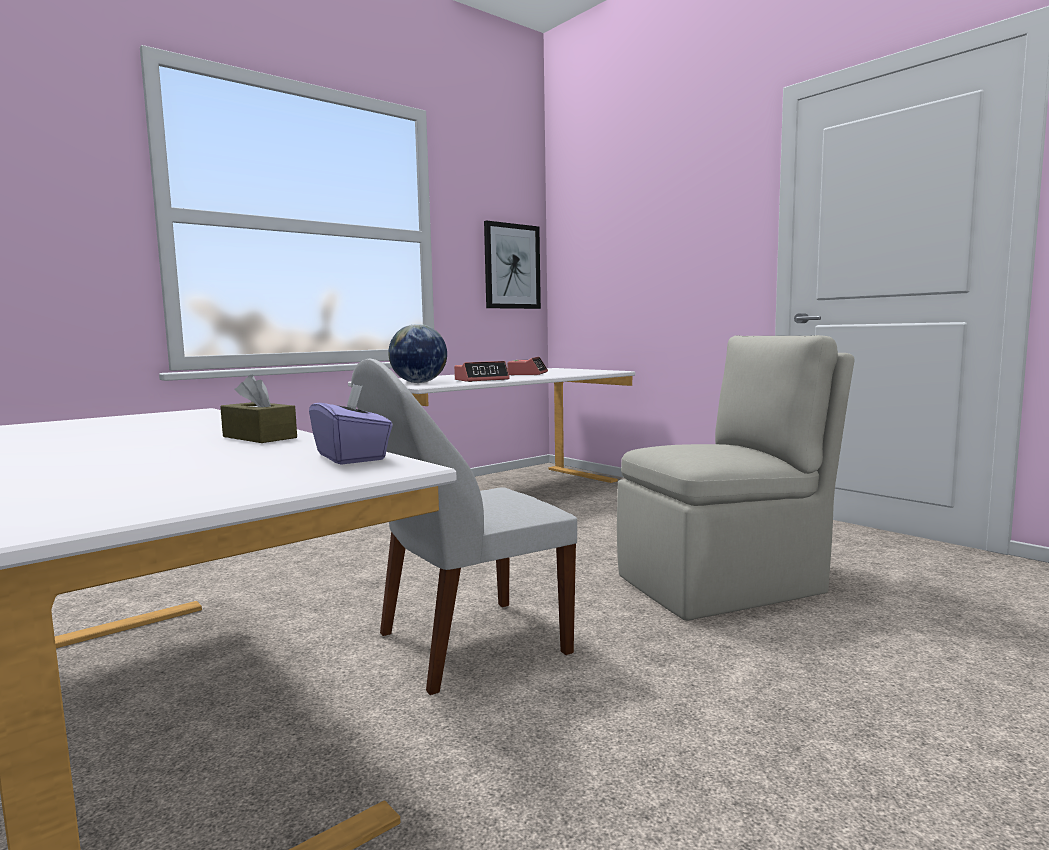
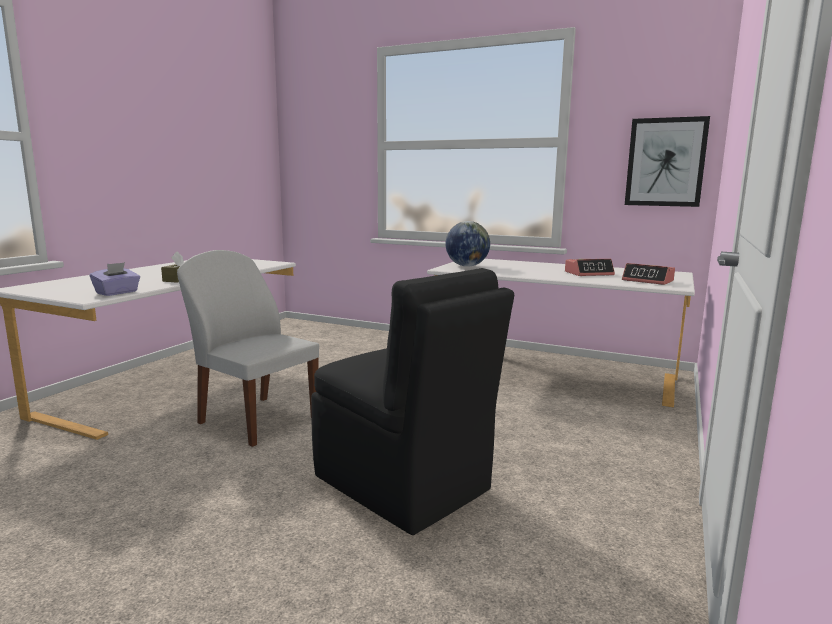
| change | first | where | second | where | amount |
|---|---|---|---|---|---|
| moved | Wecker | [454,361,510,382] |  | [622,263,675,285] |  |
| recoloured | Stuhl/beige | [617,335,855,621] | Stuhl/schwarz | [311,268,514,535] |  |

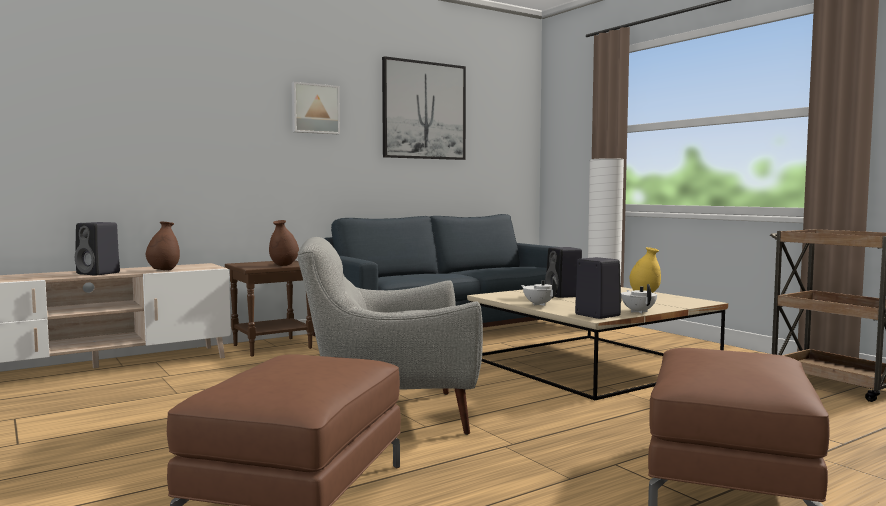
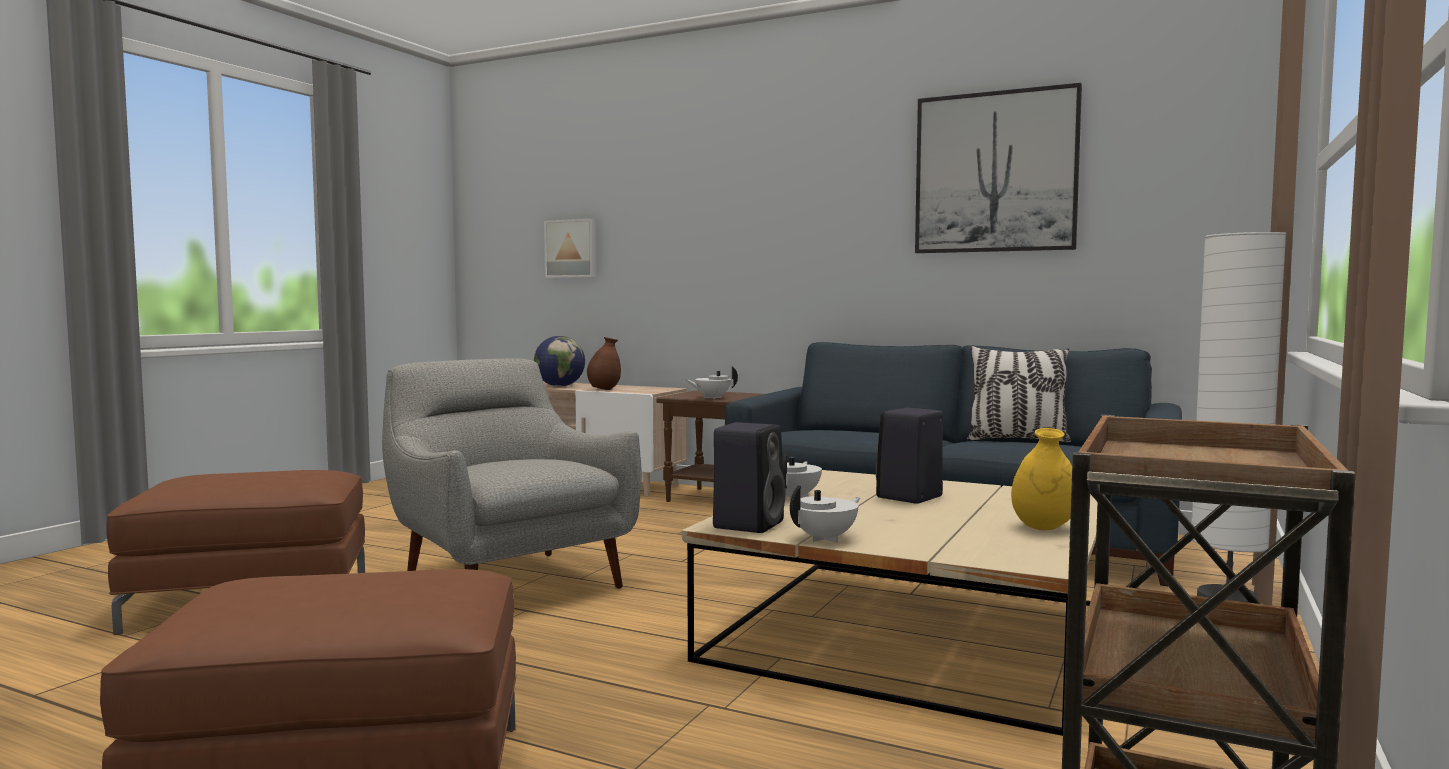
| change | first | where | second | where | amount |
|---|---|---|---|---|---|
| added |  |  | Kissen | [967,346,1071,442] |  |
| moved | Bild | [292,82,340,134] |  | [544,218,596,278] |  |
| replaced | Lautsprecher/schwarz | [75,222,120,276] | Globus | [534,336,585,387] |  |
| replaced | Vase/braun | [269,220,299,266] | Teekanne/weiß | [686,367,738,399] |  |

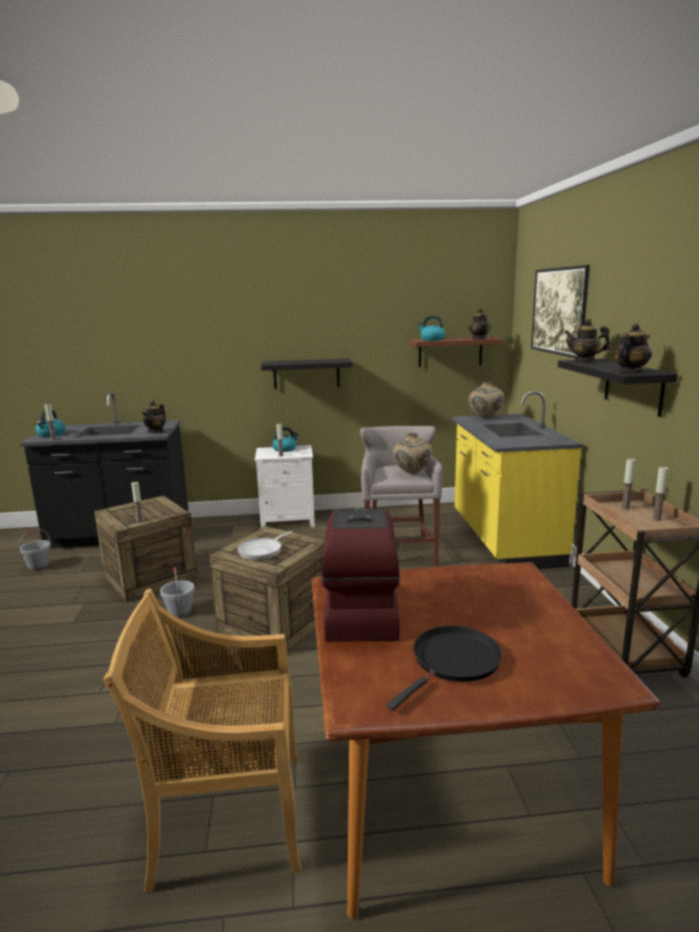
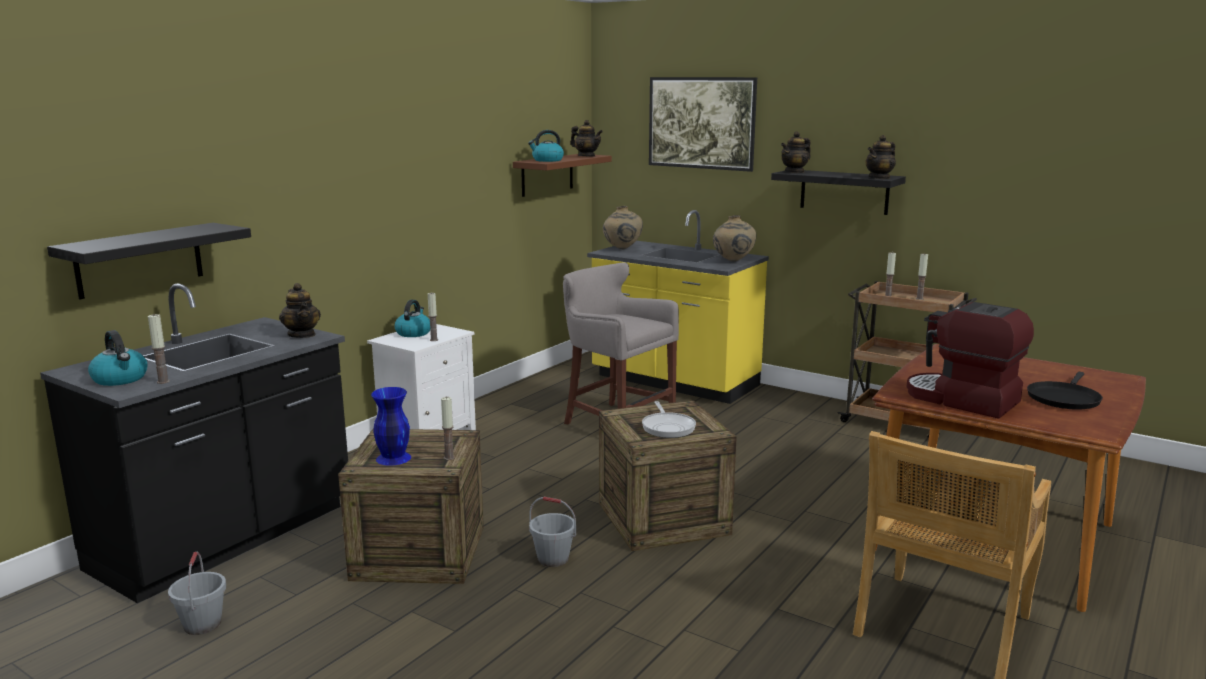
| change | first | where | second | where | amount |
|---|---|---|---|---|---|
| added |  |  | Vase/blau | [371,387,411,466] |  |
| moved | Wandregal/schwarz | [261,359,353,389] |  | [47,223,251,299] |  |
| moved | Vase/beige | [392,433,432,474] |  | [713,215,757,262] |  |
| turned | Pfanne/schwarz | [387,626,502,711] |  | [1027,372,1103,410] | 135 degrees counterclockwise |
| turned | Teekanne | [614,323,652,373] |  | [866,135,896,179] | 135 degrees counterclockwise |

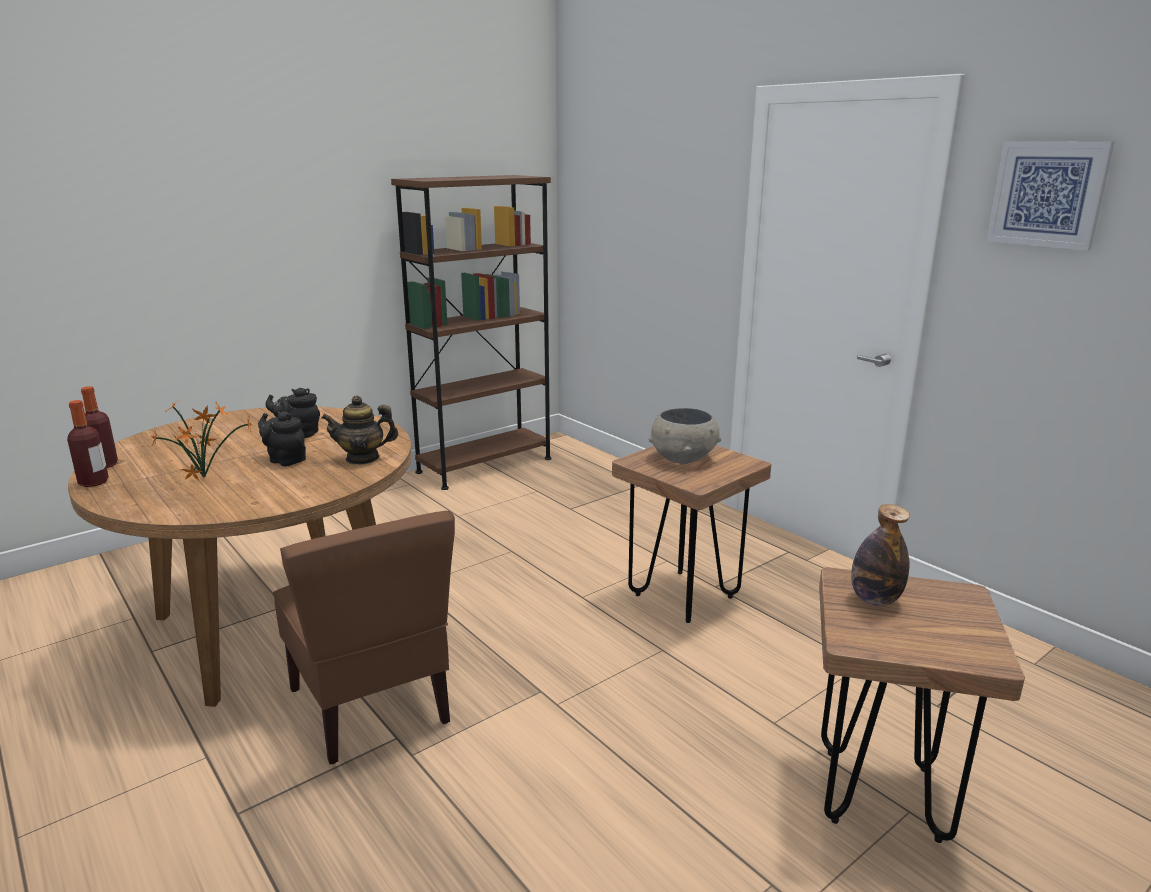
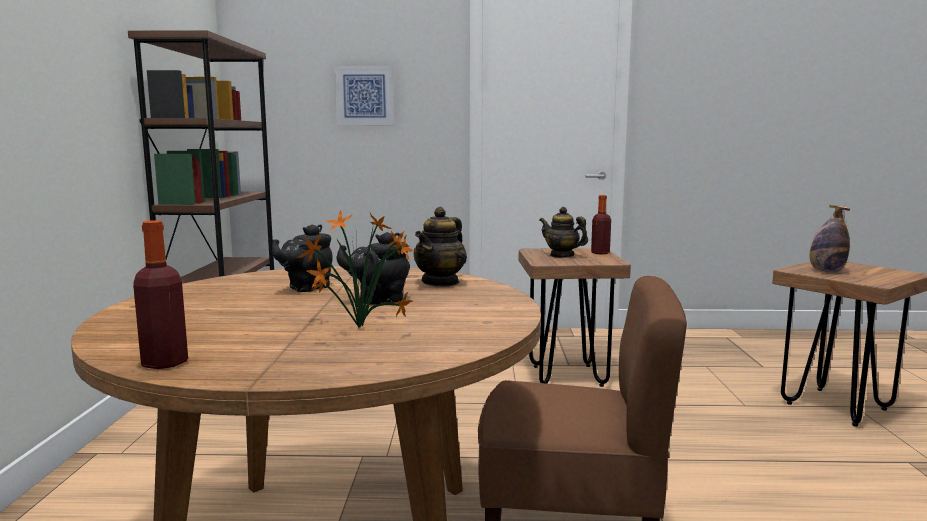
| change | first | where | second | where | amount |
|---|---|---|---|---|---|
| moved | Flasche | [67,400,109,487] |  | [591,195,611,255] |  |
| moved | Bild | [986,141,1115,250] |  | [334,66,394,125] |  |
| replaced | Schüssel/grau | [649,408,721,464] | Teekanne | [539,207,588,258] |  |

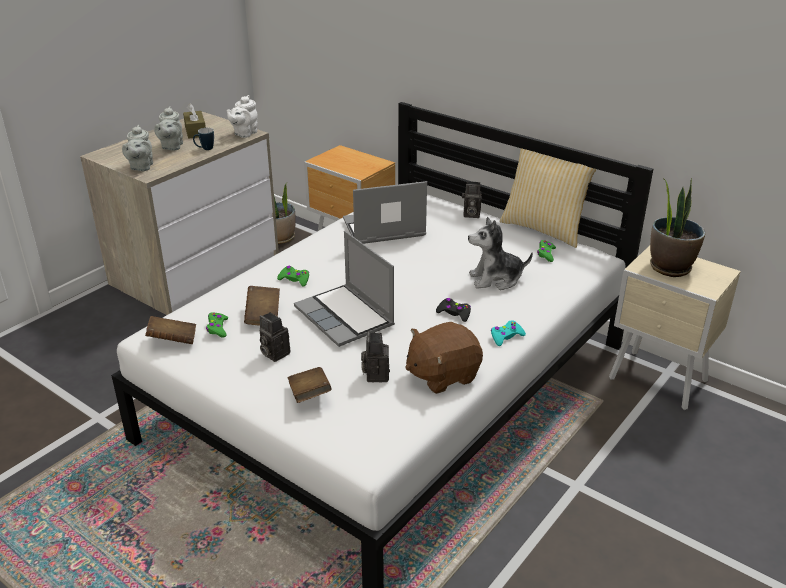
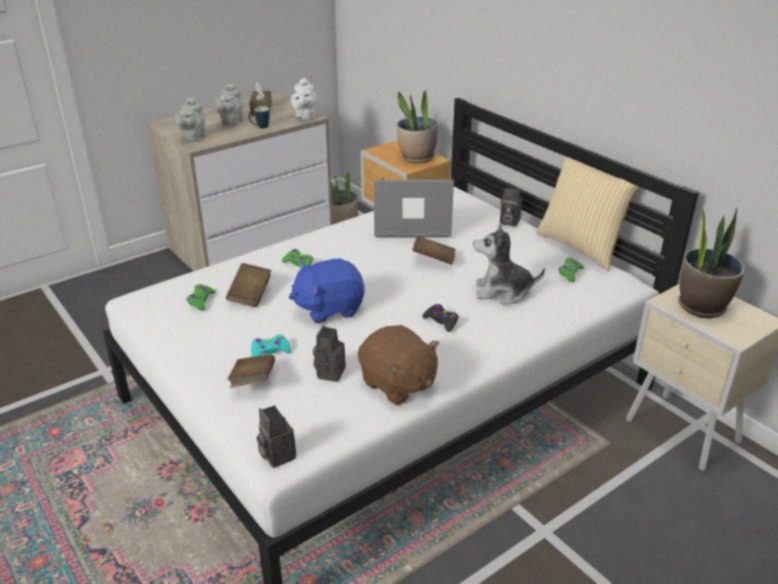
| change | first | where | second | where | amount |
|---|---|---|---|---|---|
| added |  |  | Topfpflanze | [397,90,438,163] |  |
| moved | Buch/braun | [145,316,196,344] |  | [413,236,455,265] |  |
| moved | Kamera | [260,312,290,362] |  | [257,405,296,468] |  |
| moved | Gamepad/türkis | [491,320,526,346] |  | [251,335,291,357] |  |
| replaced | Laptop | [294,231,395,347] | Plüschtier/blau | [289,258,365,323] |  |
| turned | Teekanne/weiß | [227,95,258,138] |  | [291,77,317,120] | 45 degrees counterclockwise |
| turned | Plüschtier/braun | [405,322,483,394] |  | [358,325,439,405] | 120 degrees counterclockwise |

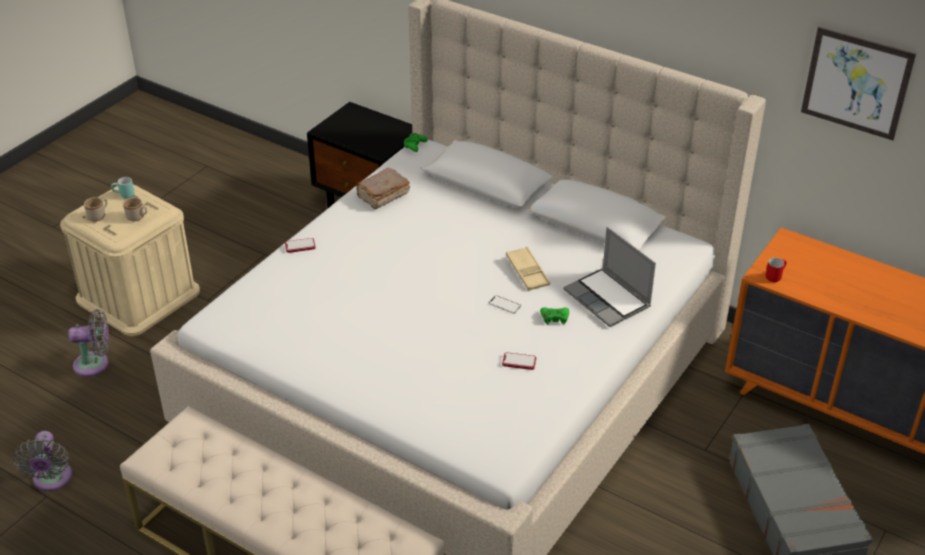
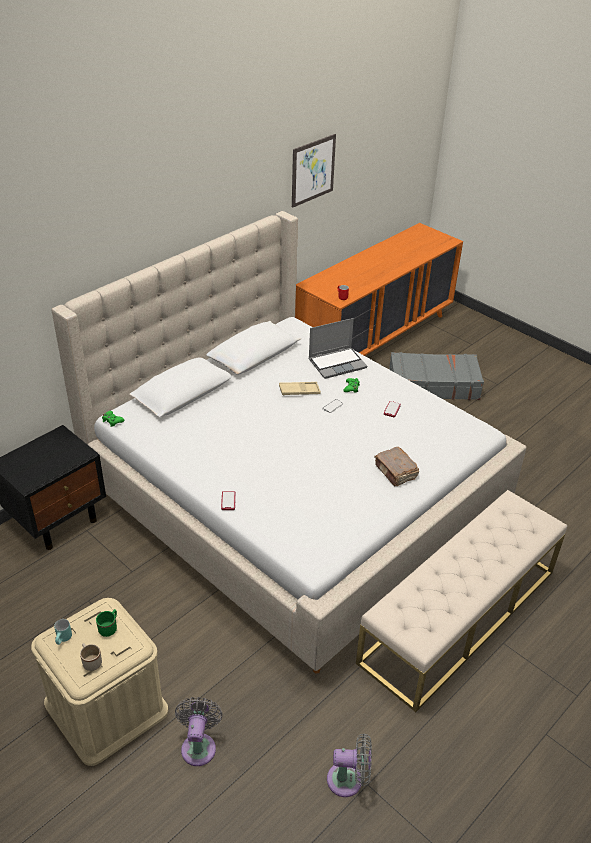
| change | first | where | second | where | amount |
|---|---|---|---|---|---|
| moved | Buch/braun | [356,168,410,210] |  | [374,447,419,486] |  |
| recoloured | Henkelbecher/beige | [123,197,147,222] | Henkelbecher/grün | [96,609,117,637] |  |

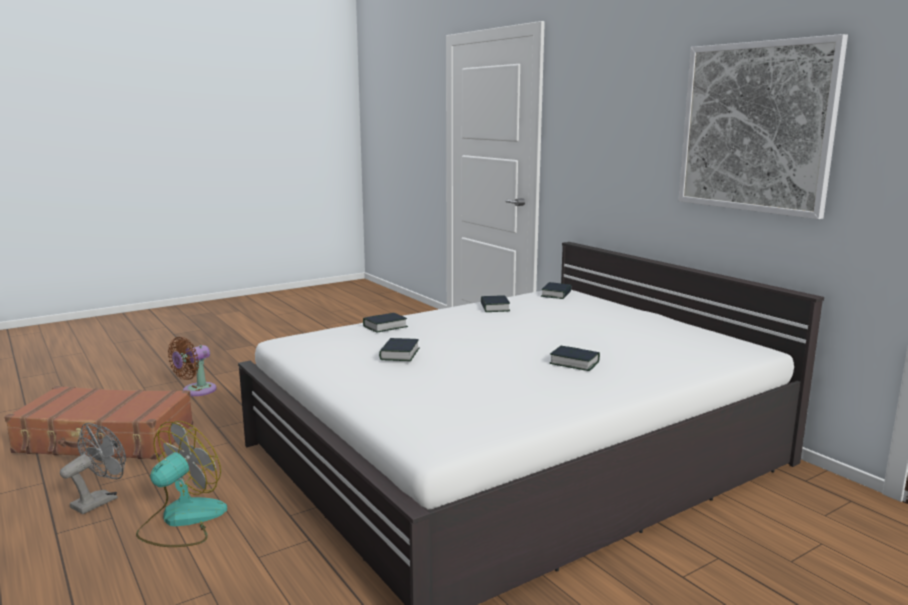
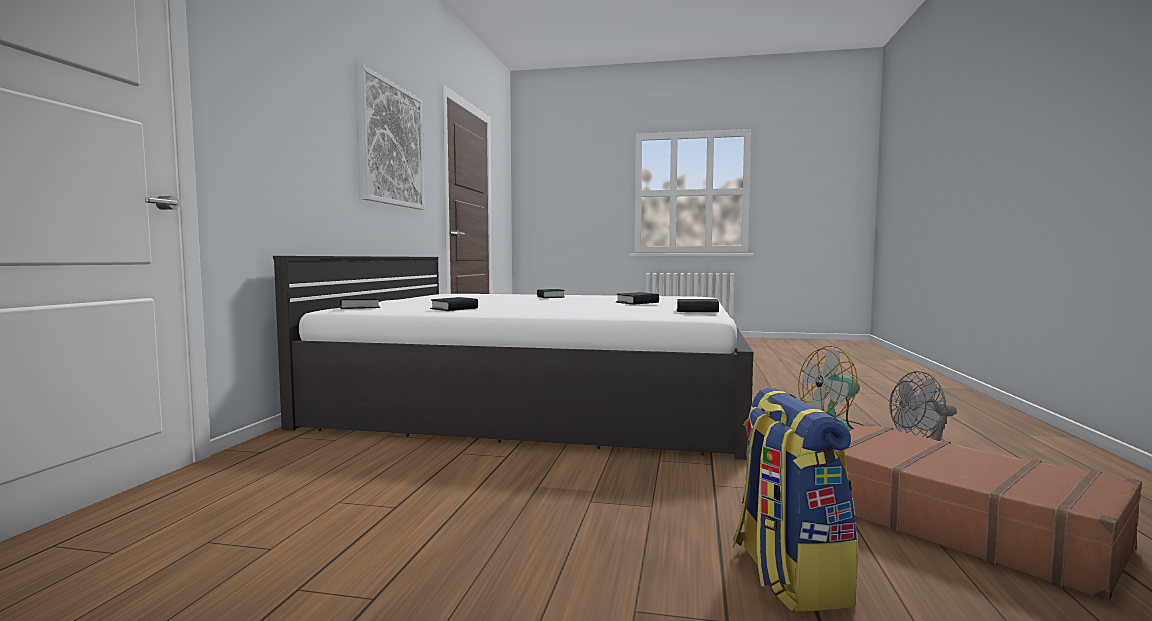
| change | first | where | second | where | amount |
|---|---|---|---|---|---|
| moved | Buch | [363,313,408,332] |  | [677,299,719,312] |  |
| replaced | Ventilator/braun | [168,337,217,396] | Rucksack | [732,388,858,611] |  |

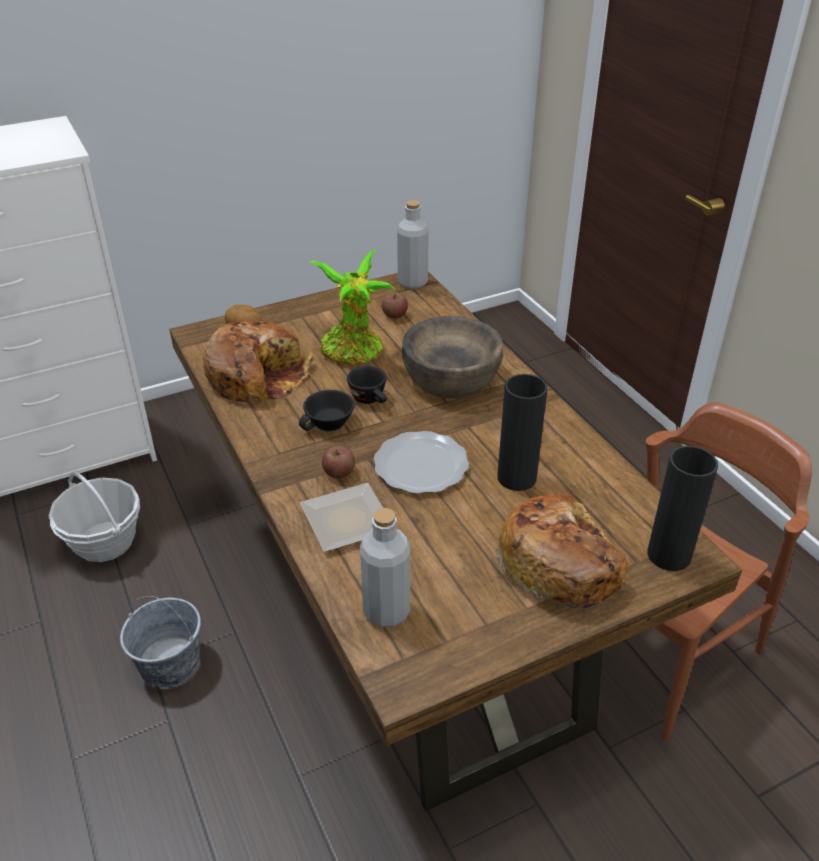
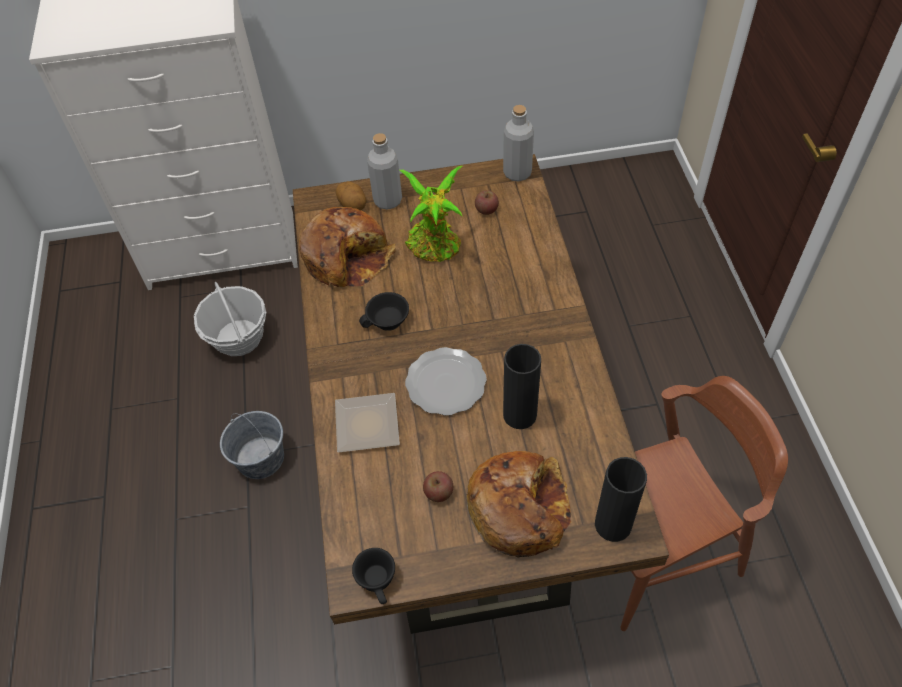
| change | first | where | second | where | amount |
|---|---|---|---|---|---|
| removed | Schüssel/braun | [402,316,503,399] |  |  |  |
| moved | Apfel | [322,445,355,478] |  | [423,471,453,502] |  |
| moved | Tasse/schwarz | [347,366,387,404] |  | [352,548,395,604] |  |
| moved | Flasche/grau | [360,508,410,627] |  | [367,133,402,210] |  |

